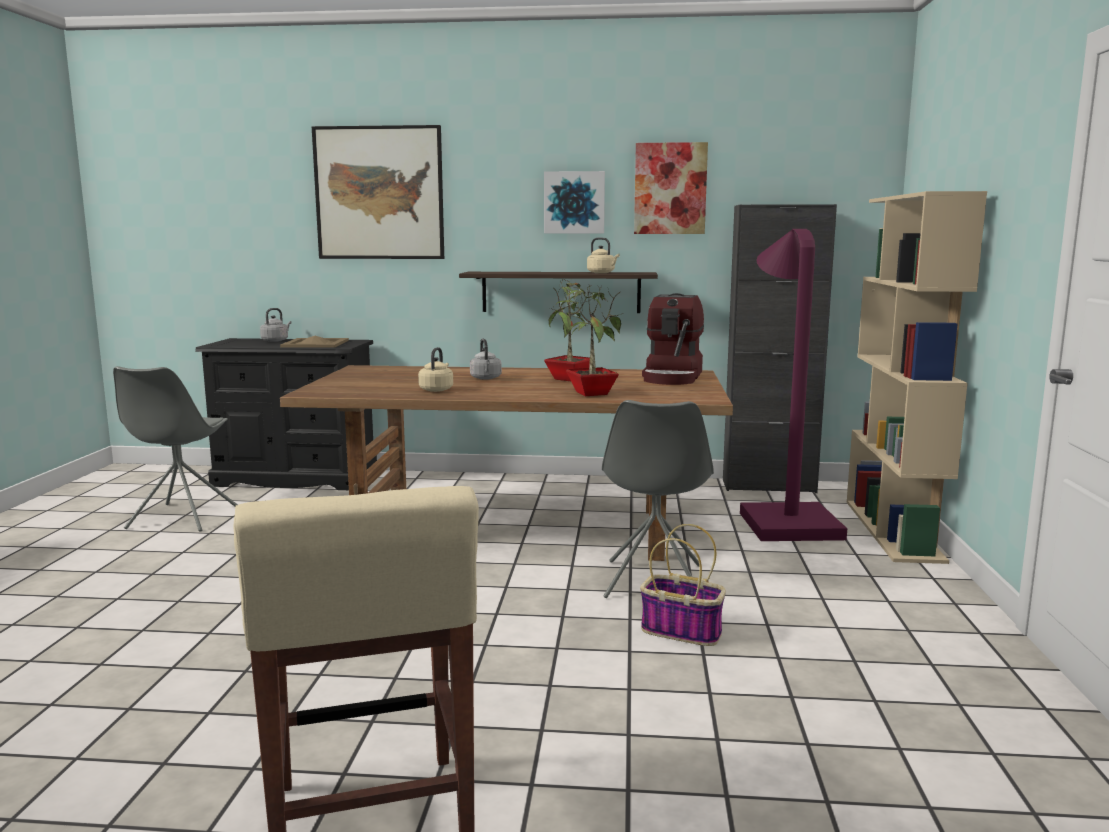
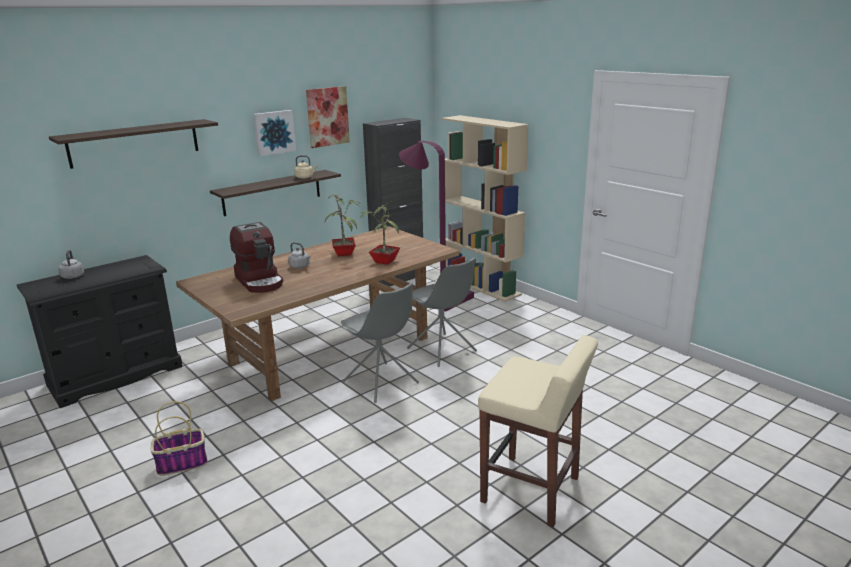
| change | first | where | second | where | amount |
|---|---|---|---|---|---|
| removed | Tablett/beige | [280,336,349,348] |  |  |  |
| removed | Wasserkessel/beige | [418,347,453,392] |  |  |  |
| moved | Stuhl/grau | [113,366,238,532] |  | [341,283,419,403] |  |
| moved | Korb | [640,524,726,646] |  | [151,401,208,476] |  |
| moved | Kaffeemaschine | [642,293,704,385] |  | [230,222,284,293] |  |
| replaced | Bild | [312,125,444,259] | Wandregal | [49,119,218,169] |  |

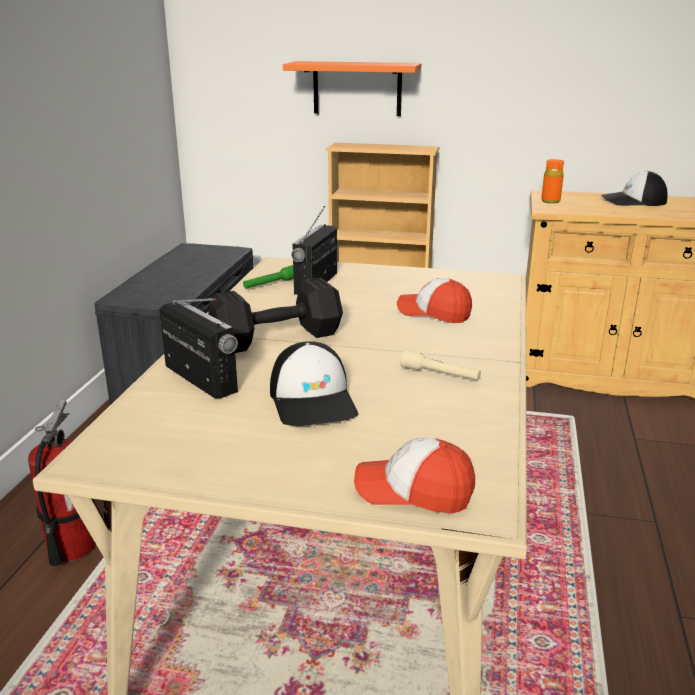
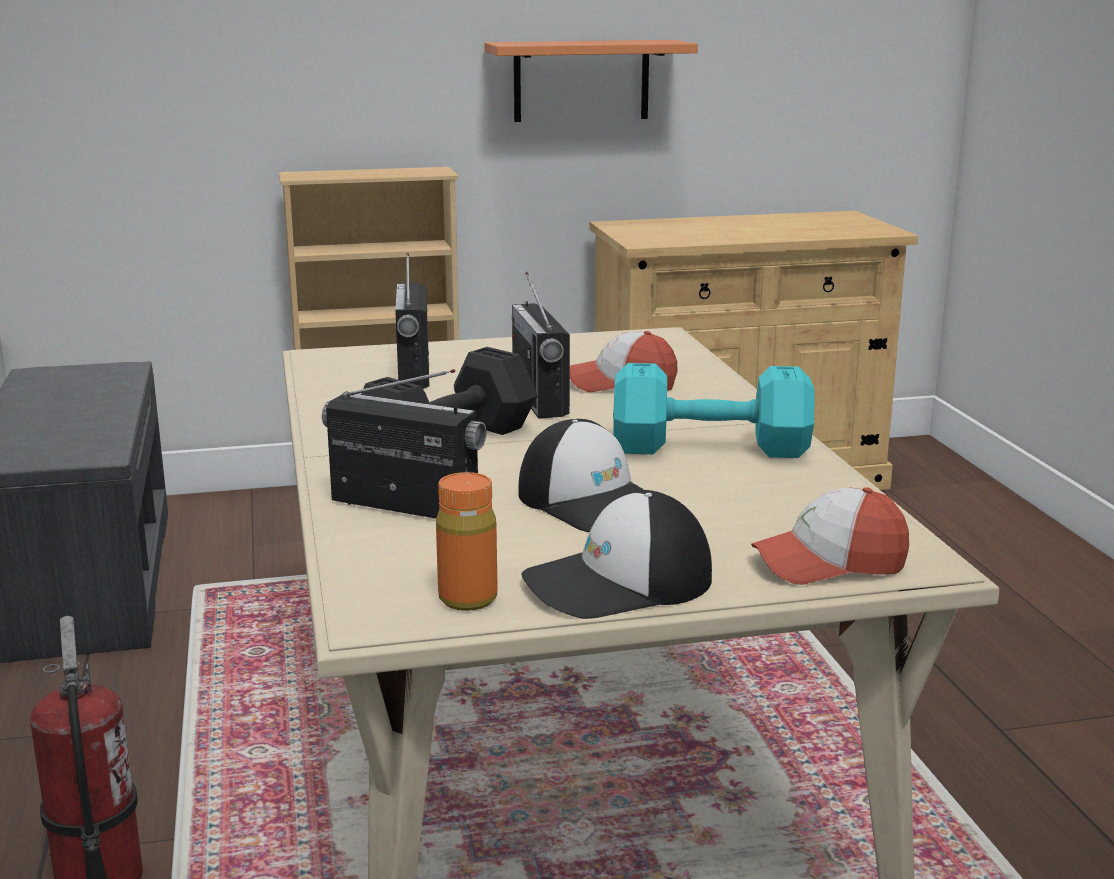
| change | first | where | second | where | amount |
|---|---|---|---|---|---|
| removed | Taschenlampe/grün | [243,265,294,289] |  |  |  |
| added |  |  | Radio | [511,272,570,419] |  |
| moved | Wandregal/orange | [283,61,421,116] |  | [484,40,698,122] |  |
| moved | Flasche/orange | [541,159,564,203] |  | [436,472,498,611] |  |
| moved | Kappe | [601,171,668,206] |  | [522,490,712,619] |  |
| replaced | Taschenlampe/beige | [400,349,481,381] | Hantel/türkis | [613,363,814,458] |  |

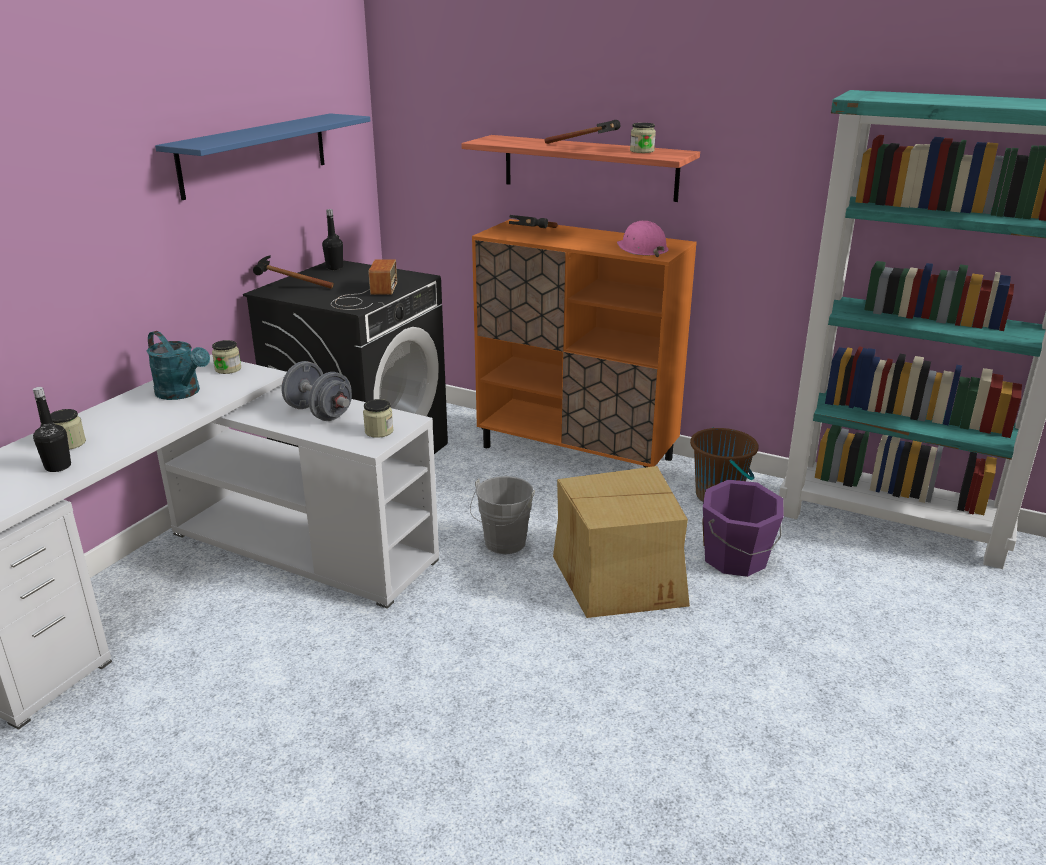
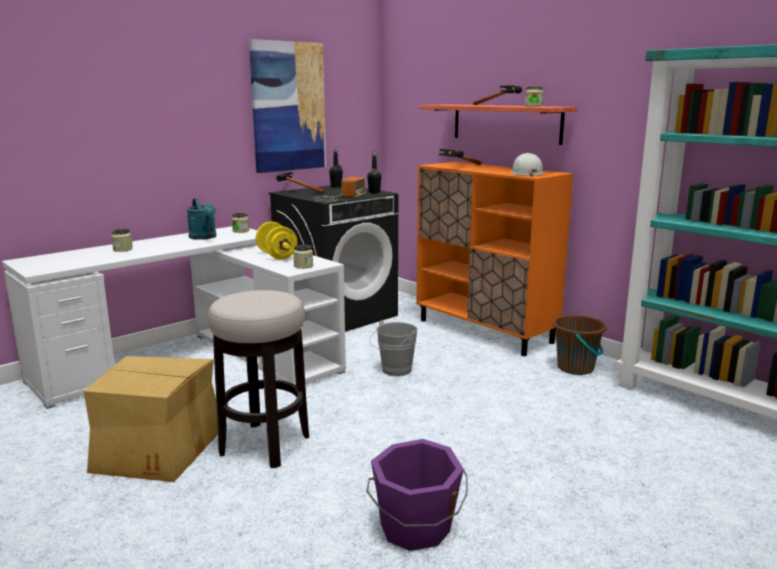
| change | first | where | second | where | amount |
|---|---|---|---|---|---|
| added |  |  | Hocker | [208,290,309,468] |  |
| moved | Flasche/schwarz | [33,387,71,472] |  | [367,151,381,193] |  |
| moved | Karton | [553,466,690,618] |  | [84,356,218,482] |  |
| moved | Eimer/lila | [702,480,784,577] |  | [366,439,468,551] |  |
| replaced | Wandregal/blau | [155,113,370,200] | Bild | [249,39,326,173] |  |
| recoloured | Hantel/grau | [282,361,352,421] | Hantel/gelb | [256,222,297,259] |  |
| recoloured | Schutzhelm/rosa | [617,221,669,257] | Schutzhelm/weiß | [511,153,544,177] |  |

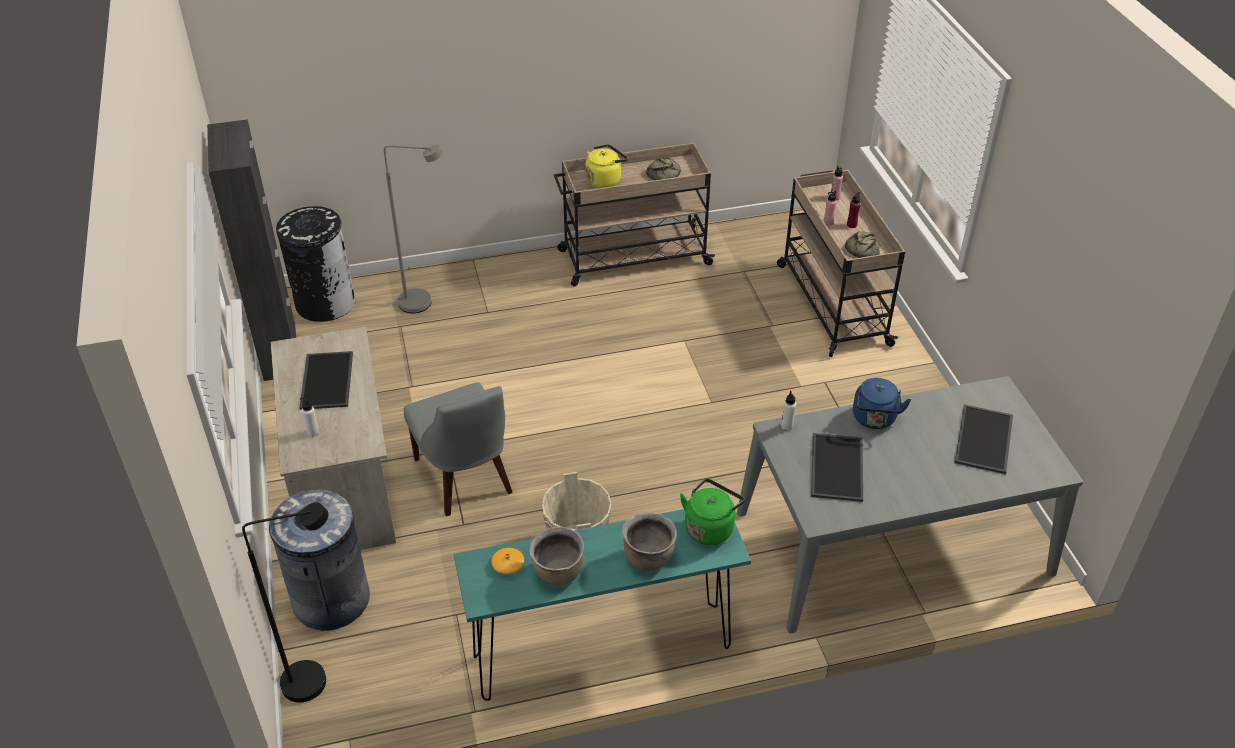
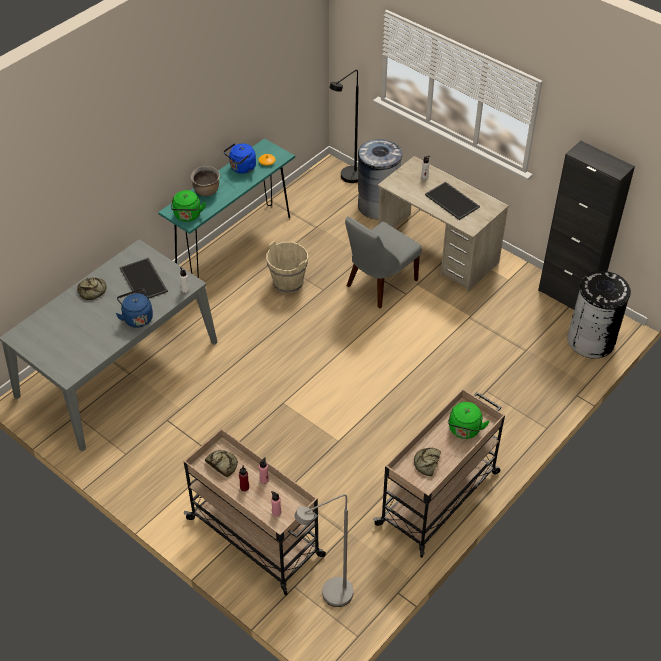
| change | first | where | second | where | amount |
|---|---|---|---|---|---|
| removed | Tablett | [955,405,1013,474] |  |  |  |
| added |  |  | Brot | [77,277,106,300] |  |
| moved | Stehlampe/grau | [384,144,443,313] |  | [294,494,353,607] |  |
| replaced | Kochtopf/braun | [529,527,584,586] | Wasserkessel/blau | [224,143,256,174] |  |
| recoloured | Wasserkessel/gelb | [585,144,628,188] | Wasserkessel/grün | [448,402,490,439] |  |
| turned | Stuhl/grau | [403,382,513,517] |  | [345,216,422,308] | 75 degrees counterclockwise |

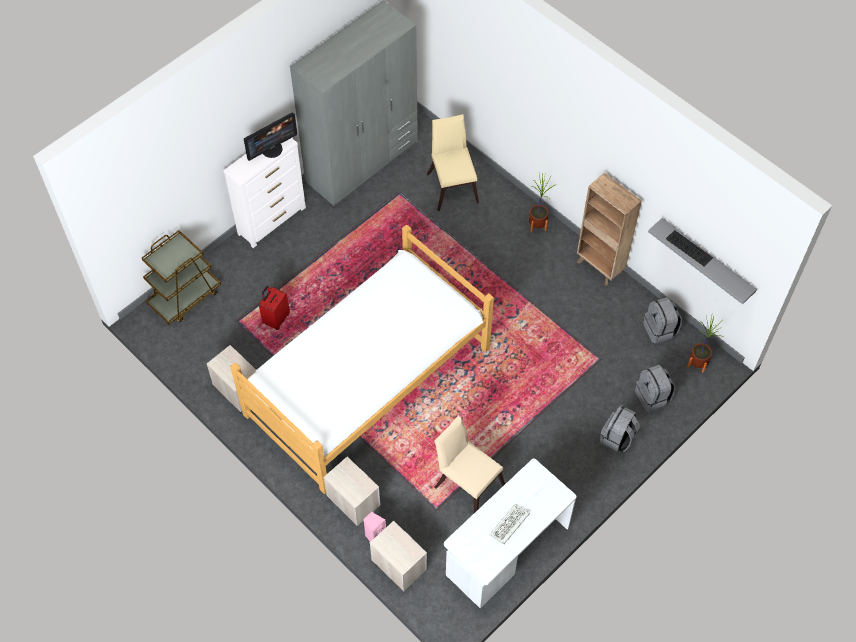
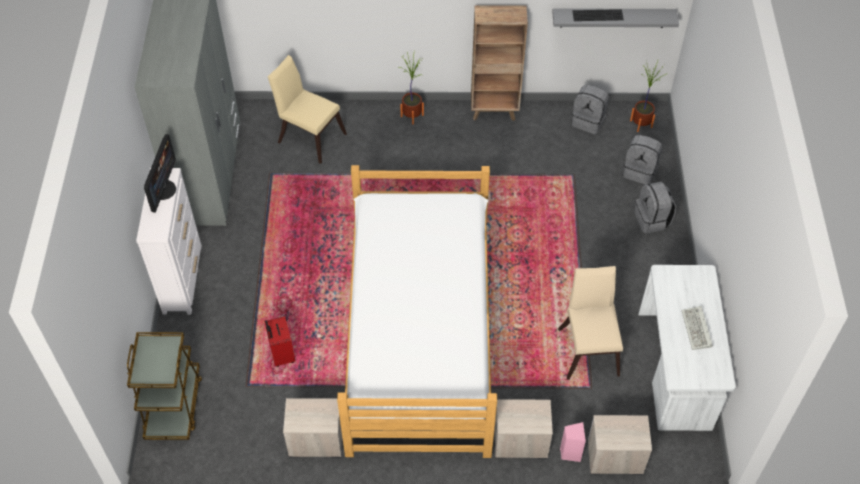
| change | first | where | second | where | amount |
|---|---|---|---|---|---|
| turned | Stuhl/beige | [434,416,505,513] |  | [558,266,623,380] | 90 degrees clockwise |

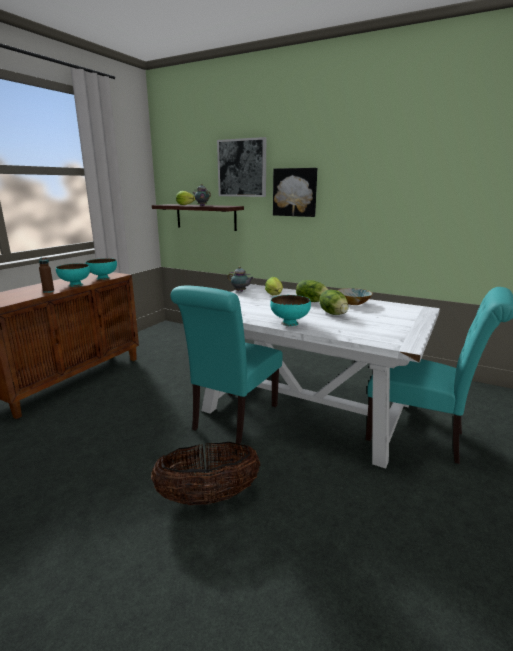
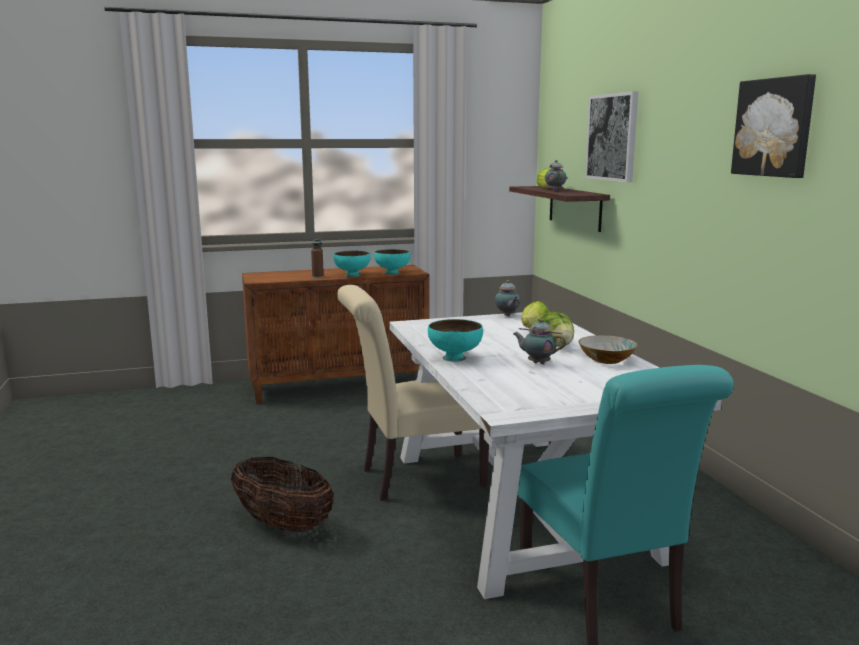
| change | first | where | second | where | amount |
|---|---|---|---|---|---|
| moved | Bild | [273,168,317,217] |  | [731,74,816,178] |  |
| replaced | Salatkopf | [319,290,349,315] | Teekanne | [513,319,566,364] |  |
| recoloured | Stuhl/türkis | [170,286,283,444] | Stuhl/beige | [337,285,489,501] |  |

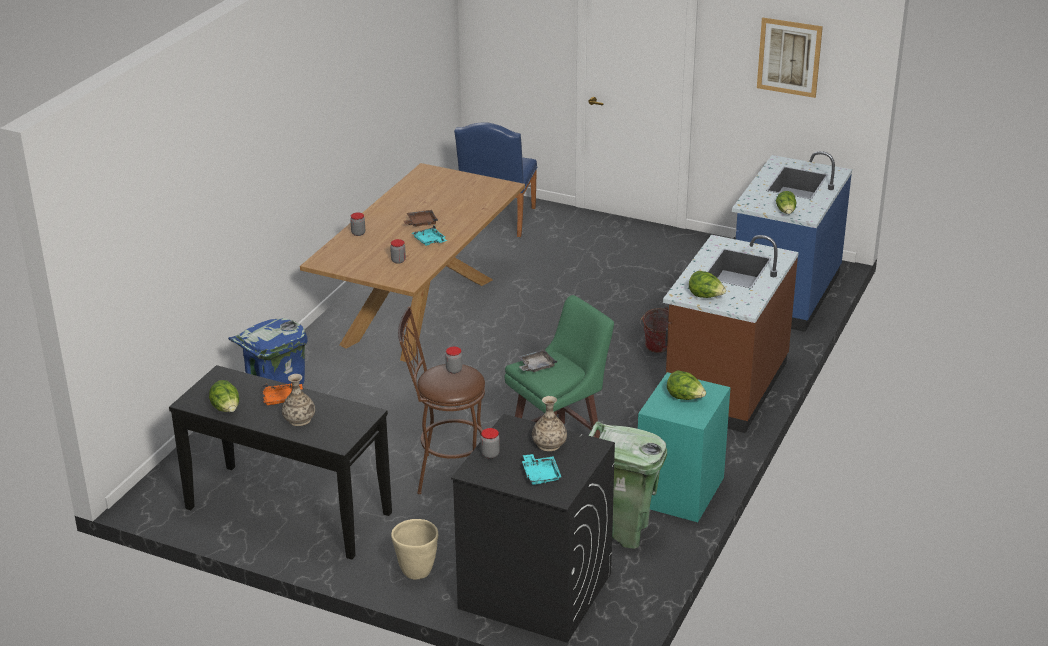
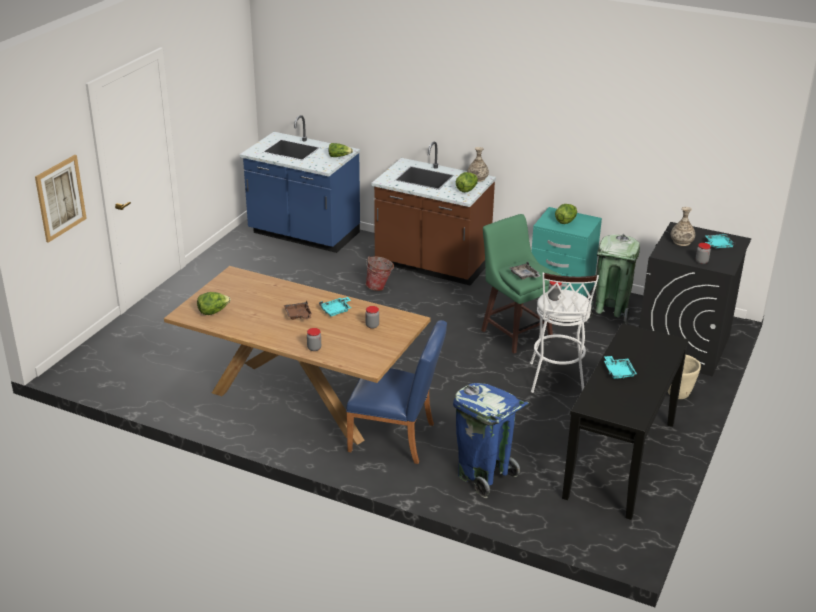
| change | first | where | second | where | amount |
|---|---|---|---|---|---|
| moved | Salatkopf | [209,380,239,412] |  | [197,292,231,315] |  |
| moved | Vase | [282,374,315,426] |  | [467,147,489,182] |  |
| moved | Stuhl/blau | [454,122,537,237] |  | [346,320,447,464] |  |
| moved | Bild | [757,18,823,98] |  | [35,155,87,243] |  |
| recoloured | Tablett/orange | [262,384,303,405] | Tablett/türkis | [604,356,637,379] |  |
| recoloured | Hocker/braun | [398,306,485,494] | Hocker/weiß | [530,273,599,393] |  |

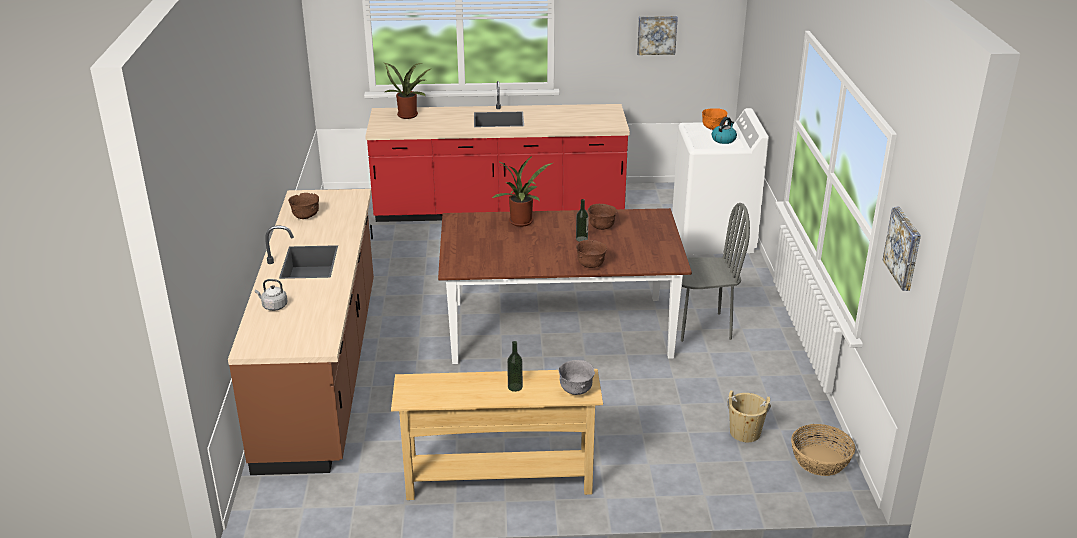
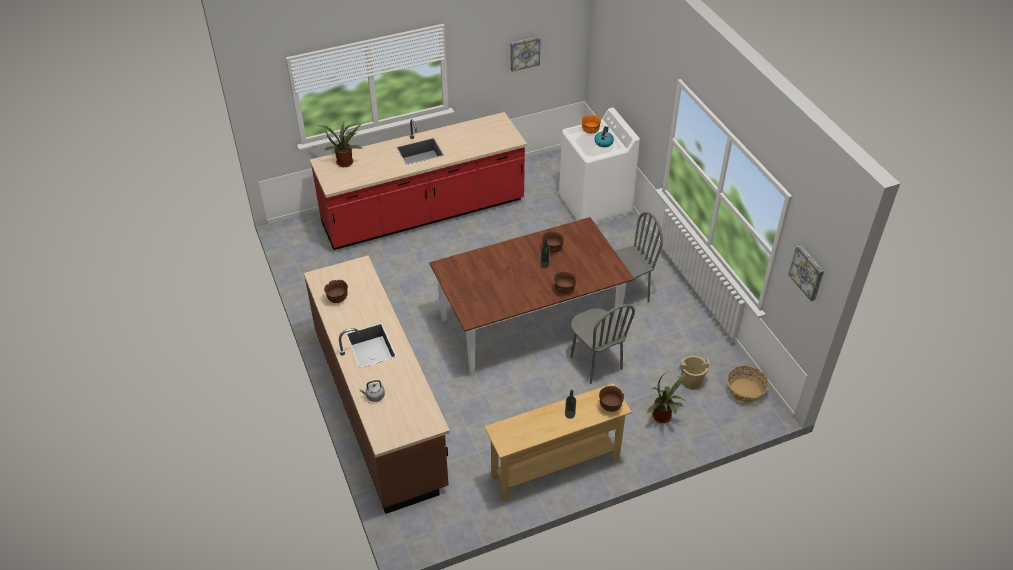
| change | first | where | second | where | amount |
|---|---|---|---|---|---|
| added |  |  | Stuhl/grau | [570,304,635,384] |  |
| moved | Topfpflanze | [491,155,552,227] |  | [647,372,687,423] |  |
| recoloured | Schüssel/grau | [558,360,595,395] | Schüssel/braun | [599,386,624,412] |  |

